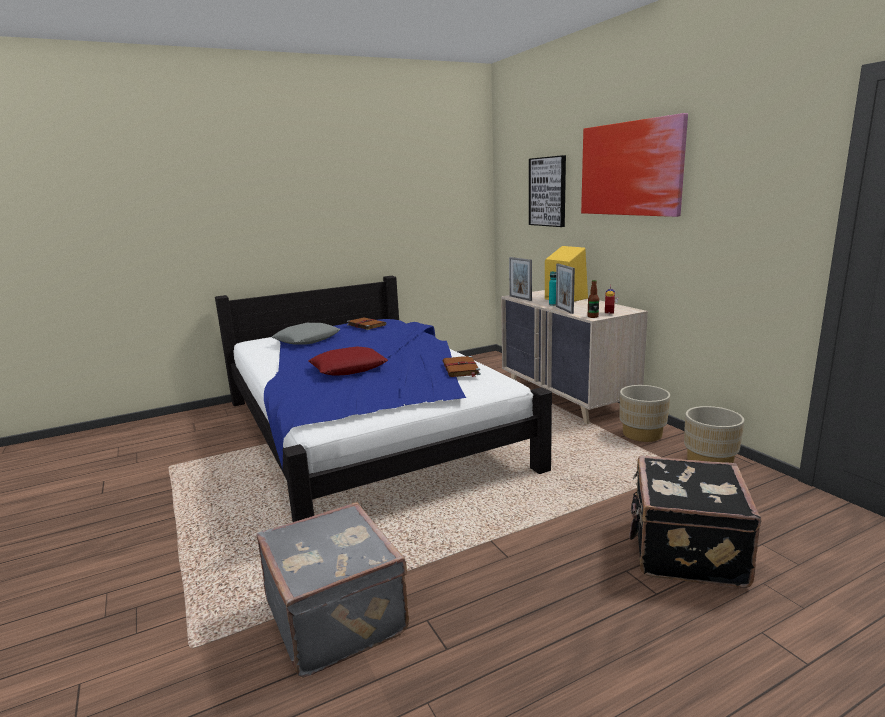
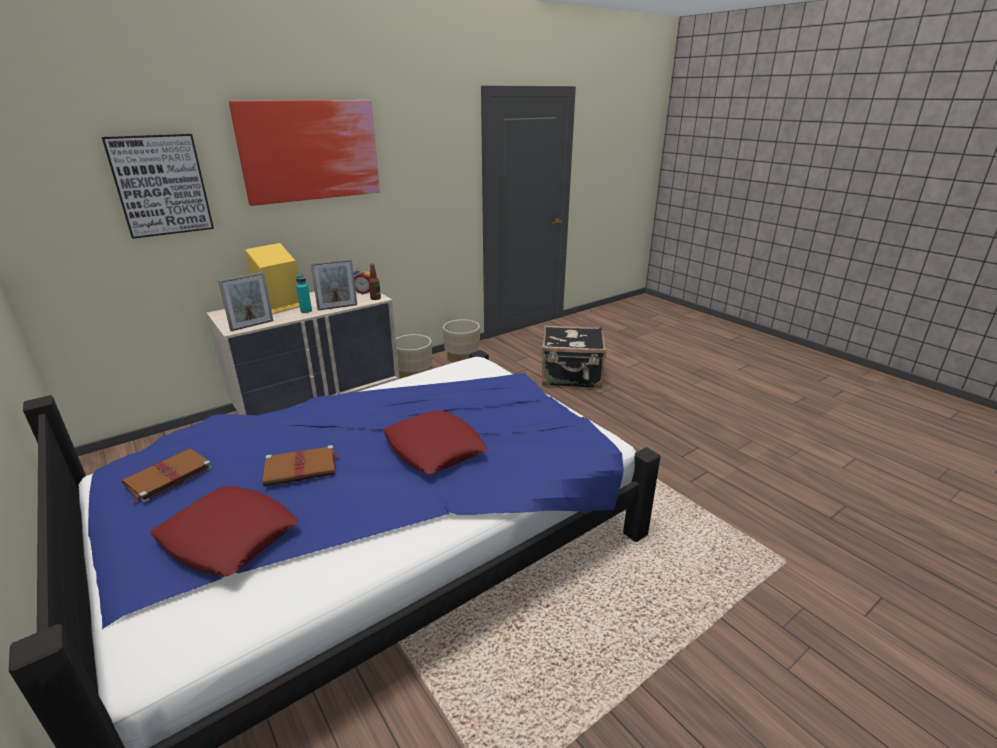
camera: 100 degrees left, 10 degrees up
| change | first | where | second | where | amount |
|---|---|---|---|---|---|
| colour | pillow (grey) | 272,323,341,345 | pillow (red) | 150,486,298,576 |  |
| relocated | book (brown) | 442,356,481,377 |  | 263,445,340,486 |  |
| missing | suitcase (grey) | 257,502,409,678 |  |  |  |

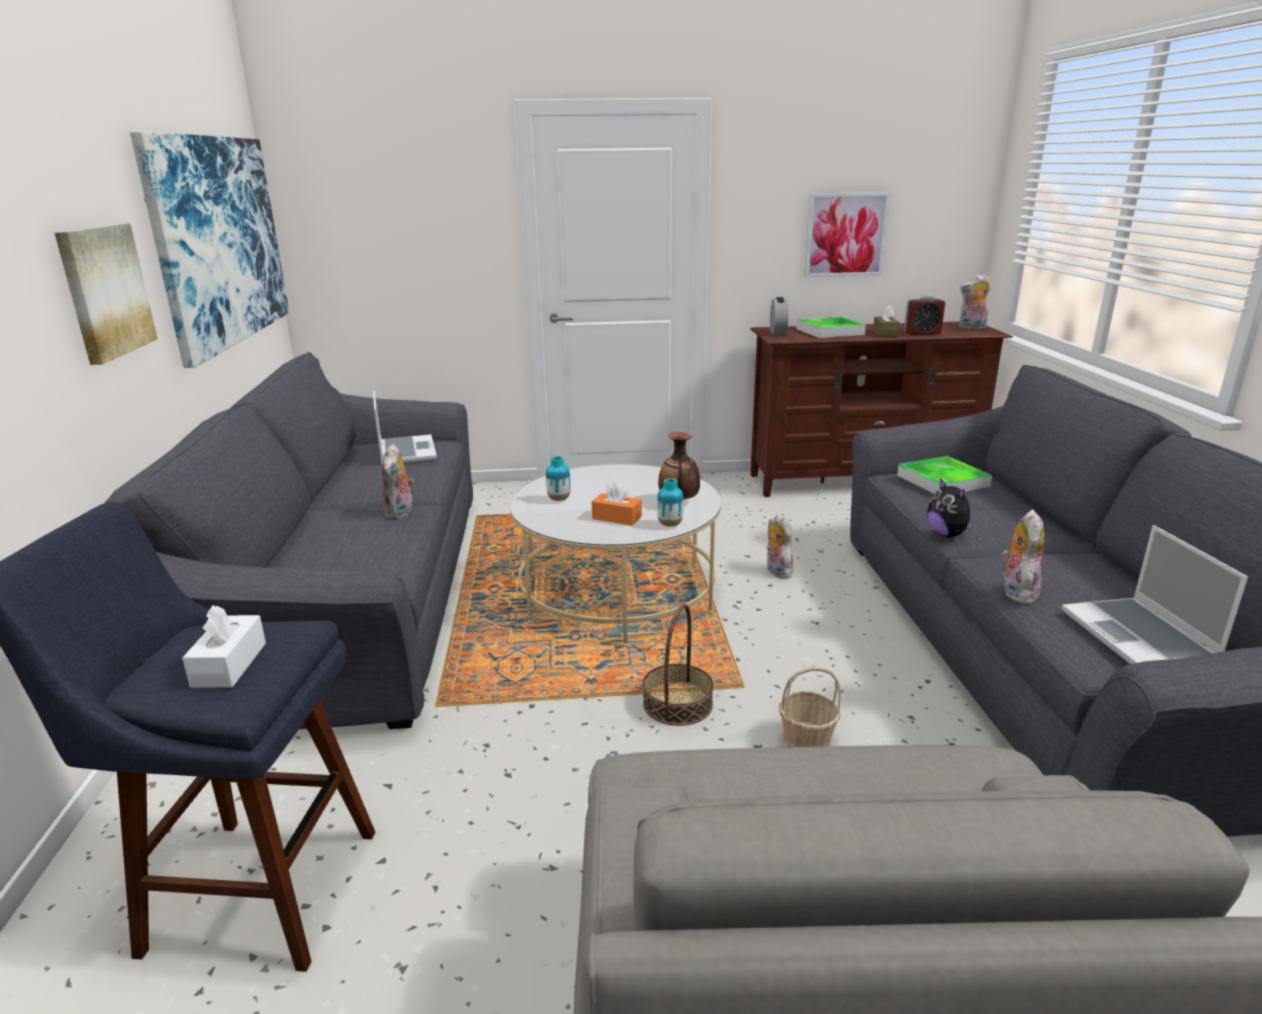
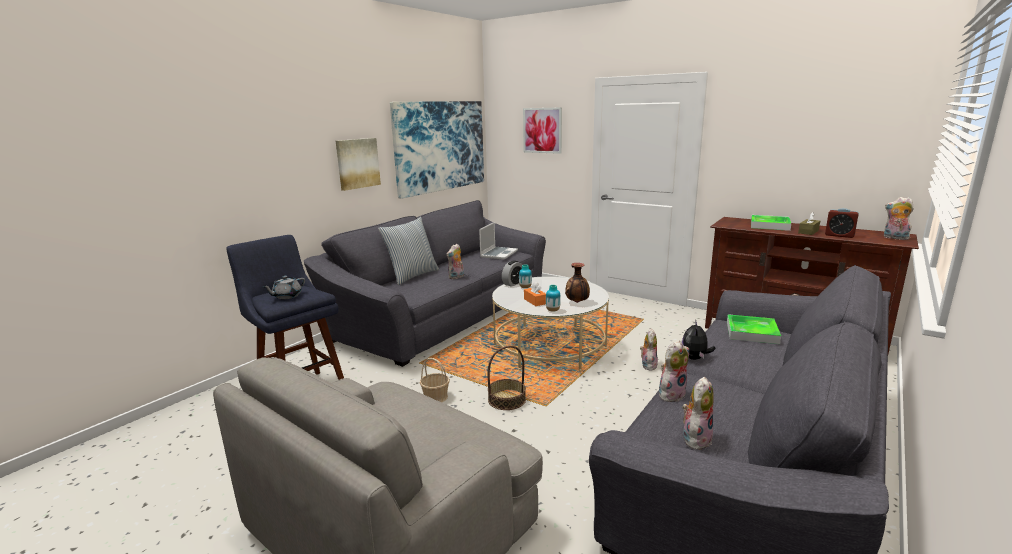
camera: 40 degrees right, 5 degrees down
| change | first | where | second | where | amount |
|---|---|---|---|---|---|
| exchanged | tissue box (white) | 182,605,266,688 | teapot (grey) | 263,276,305,299 |  |
| appeared |  |  | pillow | 378,217,439,285 |  |
| relocated | basket | 779,666,841,747 |  | 420,358,450,403 |  |
| relocated | alarm clock | 770,297,788,335 |  | 502,260,522,287 |  |
| relocated | picture | 804,192,891,277 |  | 523,107,562,154 |  |
| exchanged | laptop | 1061,525,1248,664 | plush toy | 682,377,714,450 |  |

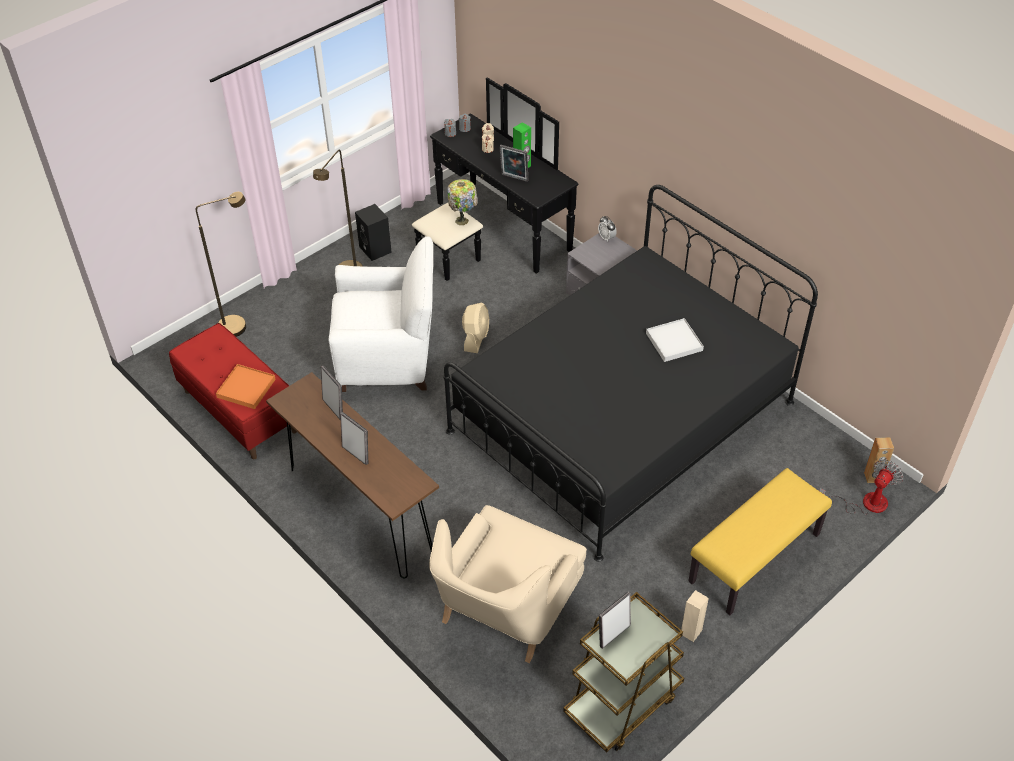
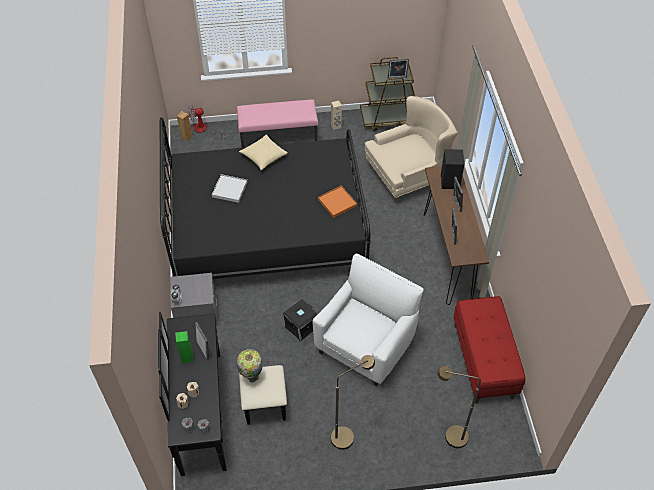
camera: 145 degrees left, 5 degrees up
| change | first | where | second | where | amount |
|---|---|---|---|---|---|
| colour | bench (yellow) | 688,468,832,615 | bench (pink) | 237,100,318,148 |  |
| appeared |  |  | pillow | 239,135,288,171 |  |
| exchanged | fan (beige) | 462,302,489,353 | storage box (black) | 283,300,318,342 |  |
| spun | armchair (white) | 328,236,433,392 |  | 312,253,424,387 | 90 degrees clockwise |
| relocated | tray (orange) | 216,364,276,409 |  | 318,186,357,218 |  |
| relocated | speaker (black) | 355,204,392,261 |  | 441,149,464,189 |  |

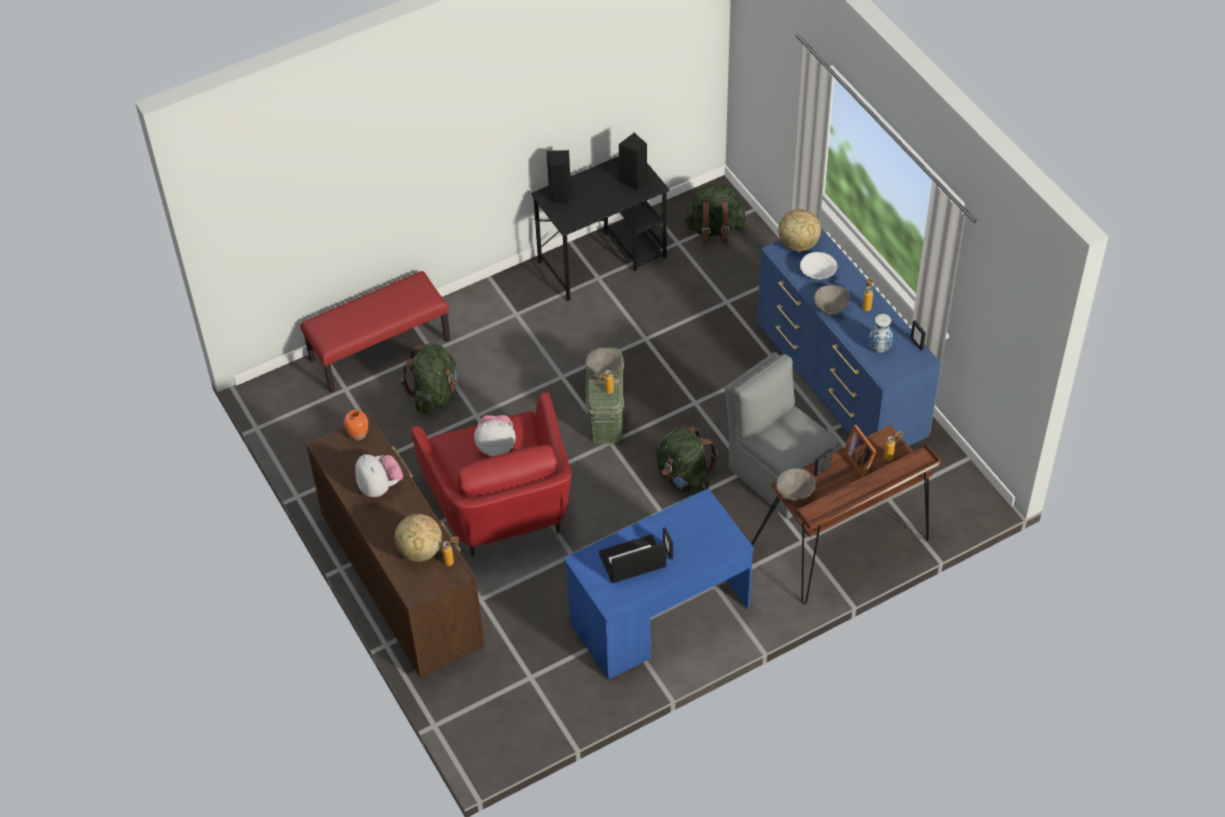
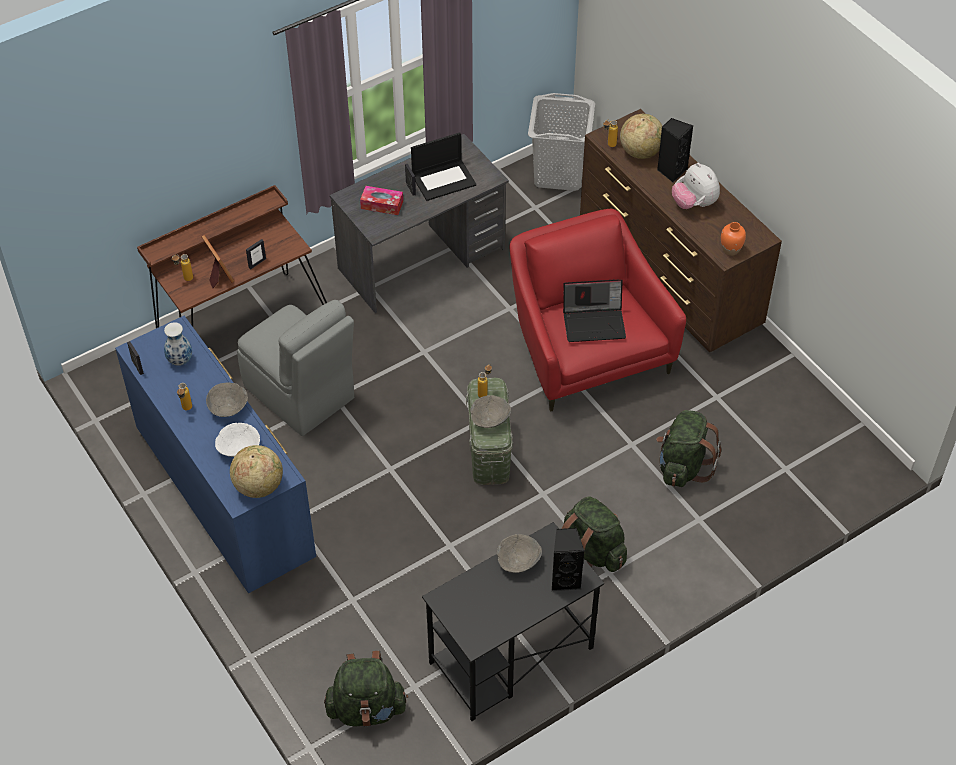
camera: 175 degrees right, 0 degrees up
| change | first | where | second | where | amount |
|---|---|---|---|---|---|
| colour | desk (blue) | 564,488,754,680 | desk (grey) | 330,134,509,313 |  |
| appeared |  |  | tissue box | 360,186,403,215 |  |
| relocated | bowl (grey) | 776,468,815,500 |  | 497,534,542,573 |  |
| appeared |  |  | laundry basket (grey) | 528,93,595,191 |  |
| relocated | backpack (green) | 656,426,718,496 |  | 562,496,627,572 |  |
| exchanged | plush toy | 474,415,516,456 | laptop | 563,279,626,342 |  |
| relocated | speaker (black) | 619,133,647,191 |  | 657,118,693,183 |  |
| missing | bench (red) | 300,271,450,393 |  |  |  |

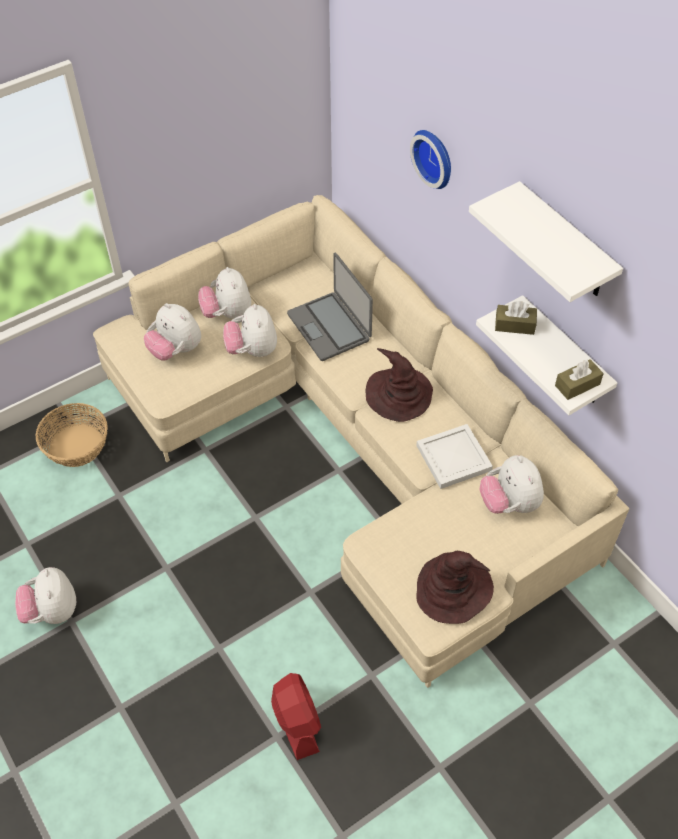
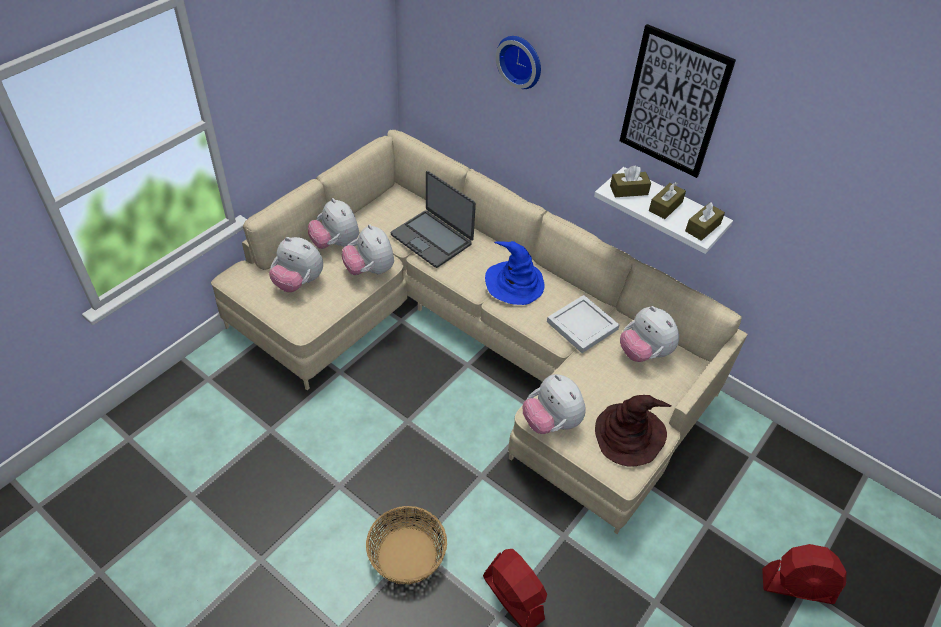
camera: 20 degrees left, 5 degrees down
| change | first | where | second | where | amount |
|---|---|---|---|---|---|
| relocated | basket | 36,403,108,467 |  | 366,506,447,585 |  |
| colour | hat (brown) | 366,348,433,422 | hat (blue) | 485,241,545,305 |  |
| relocated | plush toy | 15,567,76,624 |  | 523,374,586,434 |  |
| exchanged | shelf (white) | 469,181,623,302 | picture | 620,24,736,178 |  |
| appeared |  |  | tissue box (brown) | 649,182,686,219 |  |
| appeared |  |  | fan (red) | 762,544,847,604 |  |

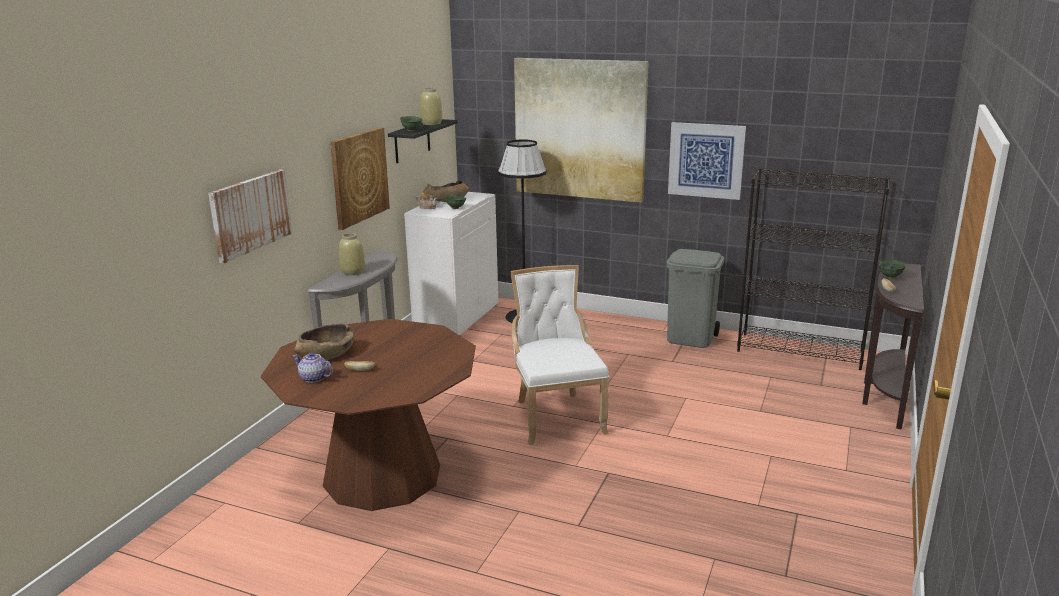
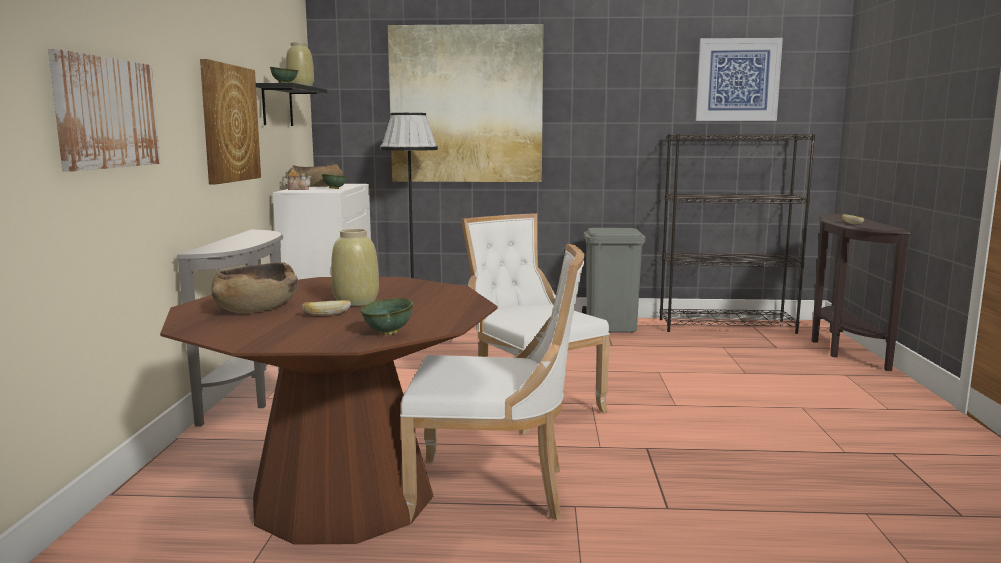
camera: 20 degrees left, 10 degrees down
| change | first | where | second | where | amount |
|---|---|---|---|---|---|
| relocated | vase (beige) | 339,233,365,275 |  | 331,229,379,306 |  |
| relocated | bowl (green) | 878,260,906,278 |  | 360,298,413,335 |  |
| appeared |  |  | chair (white) | 400,244,585,523 |  |
| relocated | picture | 668,122,746,200 |  | 696,38,783,121 |  |
| missing | teapot | 293,352,333,383 |  |  |  |

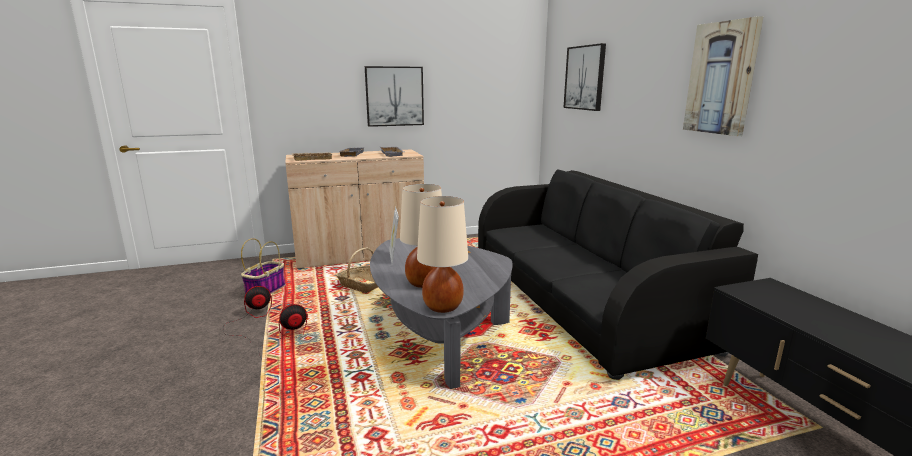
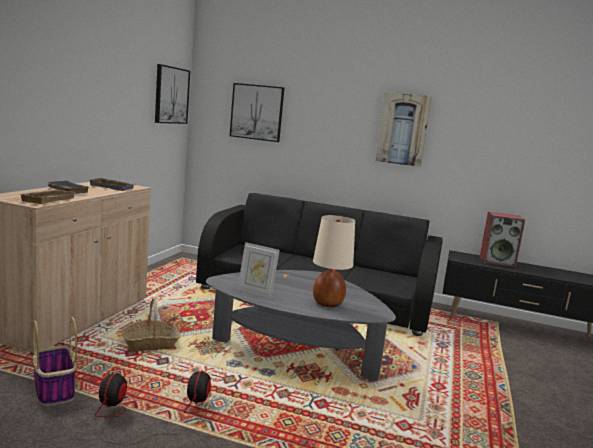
camera: 55 degrees left, 5 degrees down
| change | first | where | second | where | amount |
|---|---|---|---|---|---|
| relocated | picture | 365,66,424,127 |  | 155,64,190,124 |  |
| appeared |  |  | speaker | 480,212,525,268 |  |
| missing | table lamp (beige) | 417,196,468,313 |  |  |  |

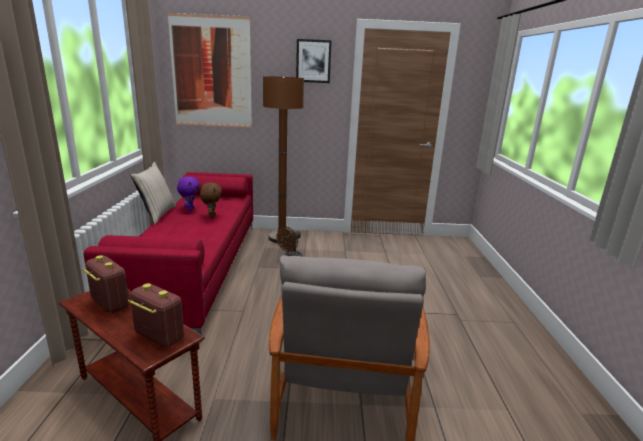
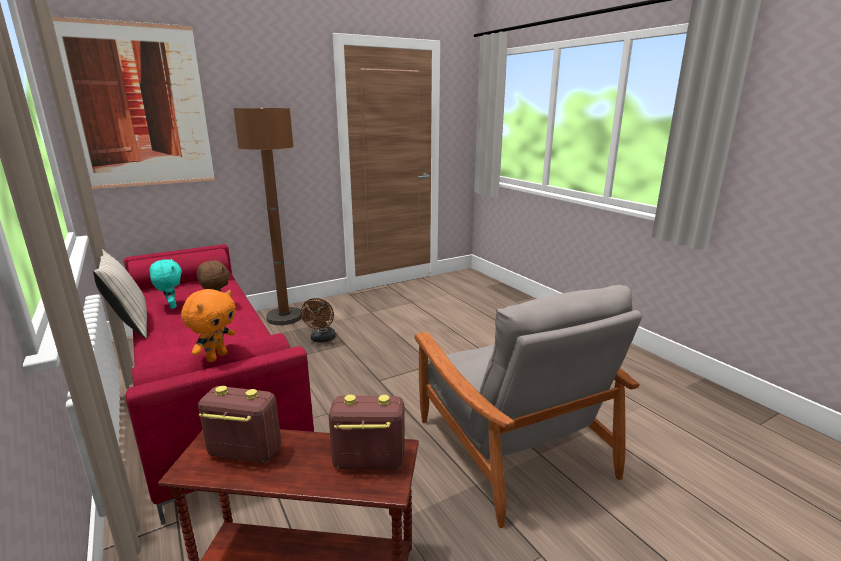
camera: 30 degrees left, 0 degrees up
| change | first | where | second | where | amount |
|---|---|---|---|---|---|
| colour | plush toy (purple) | 177,176,200,211 | plush toy (turquoise) | 150,258,182,309 |  |
| appeared |  |  | plush toy (orange) | 181,289,236,362 |  |
| missing | picture | 296,39,332,83 |  |  |  |

